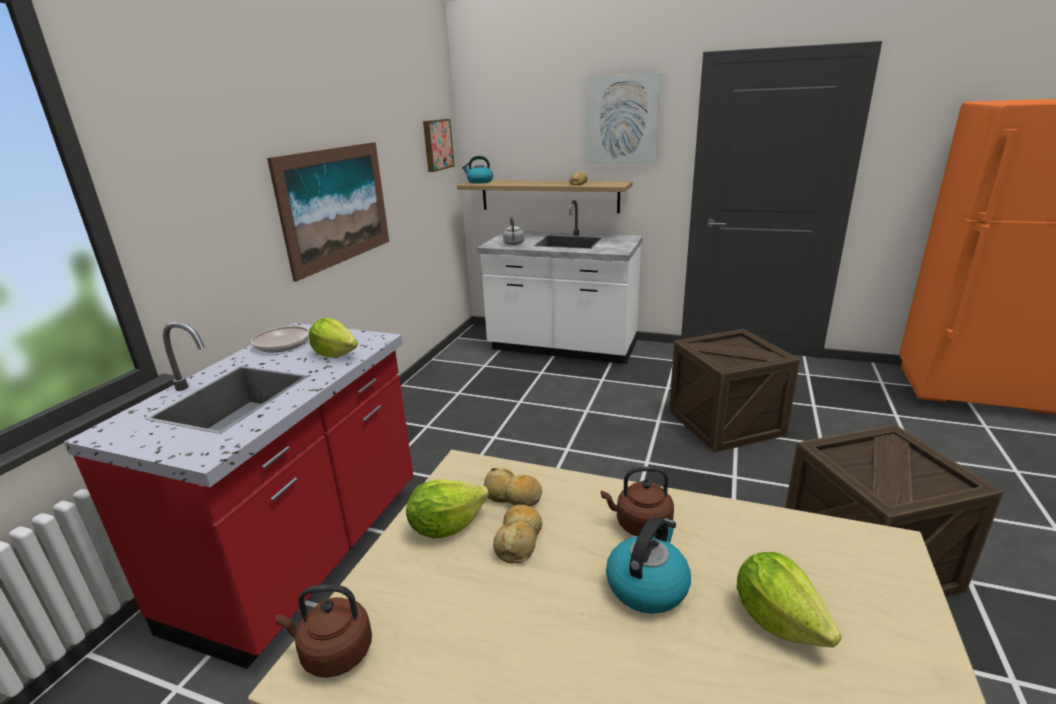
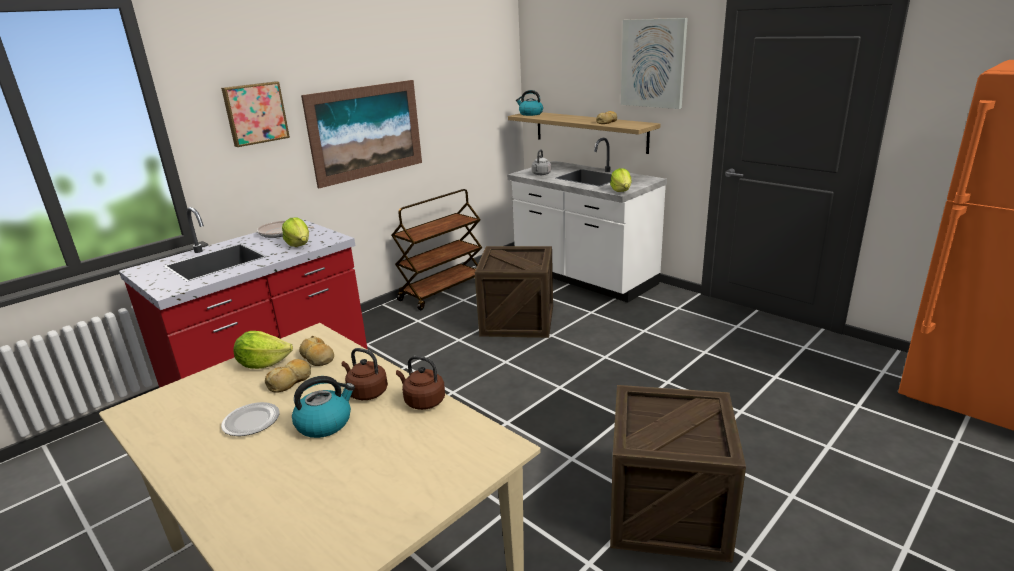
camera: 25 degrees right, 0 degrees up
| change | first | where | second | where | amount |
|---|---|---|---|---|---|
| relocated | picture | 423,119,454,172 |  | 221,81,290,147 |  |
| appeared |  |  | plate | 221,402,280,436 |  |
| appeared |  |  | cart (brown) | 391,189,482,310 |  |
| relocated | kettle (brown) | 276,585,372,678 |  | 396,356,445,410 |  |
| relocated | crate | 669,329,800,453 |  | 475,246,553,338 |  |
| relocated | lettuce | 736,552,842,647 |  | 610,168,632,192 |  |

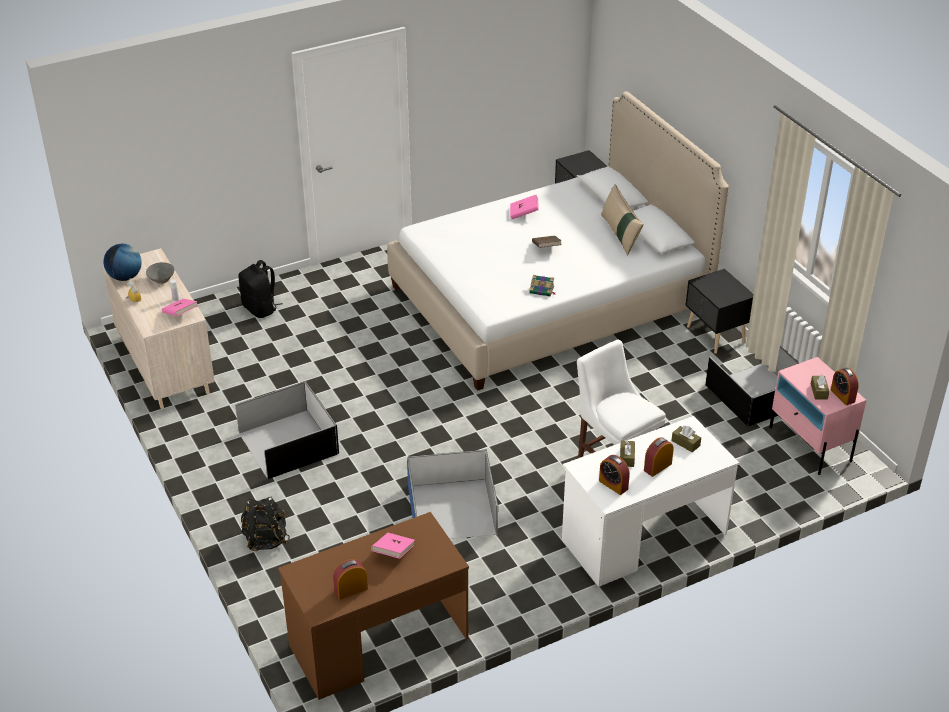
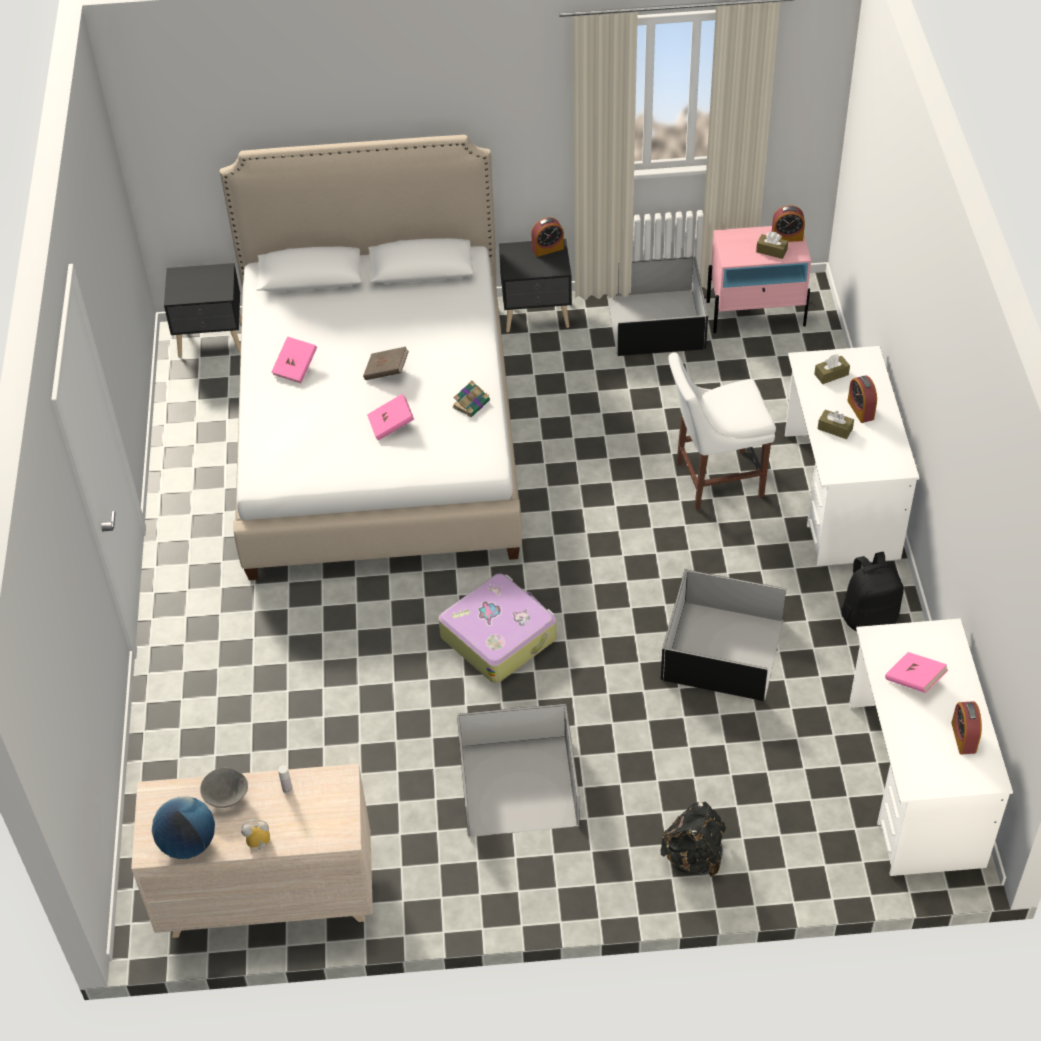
camera: 65 degrees left, 10 degrees up
| change | first | where | second | where | amount |
|---|---|---|---|---|---|
| relocated | book (pink) | 162,299,198,316 |  | 367,394,414,440 |  |
| appeared |  |  | suitcase | 439,573,557,683 |  |
| relocated | alarm clock | 599,455,630,495 |  | 531,217,564,257 |  |
| colour | storage box (blue) | 407,449,498,539 | storage box (black) | 661,569,787,701 |  |
| relocated | backpack (black) | 238,260,282,318 |  | 841,552,904,631 |  |
| colour | desk (brown) | 278,512,469,700 | desk (white) | 849,618,1013,876 |  |
| missing | pillow (beige) | 601,184,644,255 |  |  |  |

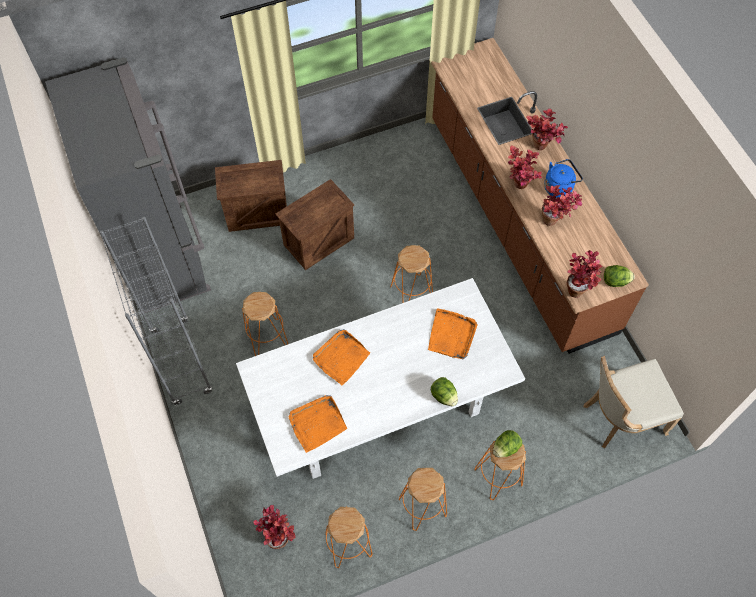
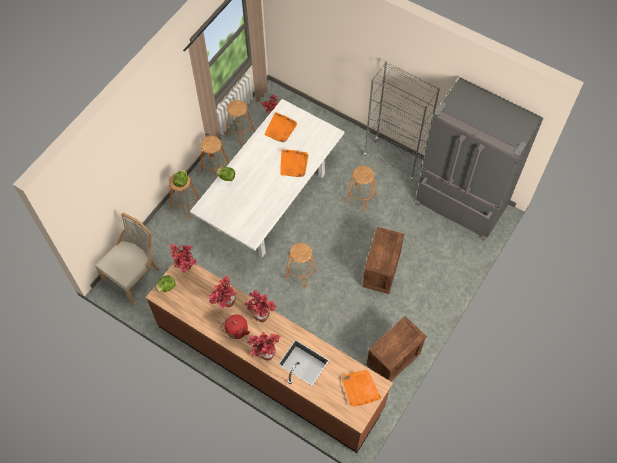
camera: 145 degrees right, 0 degrees up
| change | first | where | second | where | amount |
|---|---|---|---|---|---|
| colour | kettle (blue) | 544,159,583,198 | kettle (red) | 220,314,250,339 |  |
| relocated | tray (orange) | 428,308,478,359 |  | 342,370,382,407 |  |
| relocated | crate | 215,160,287,232 |  | 367,316,427,381 |  |

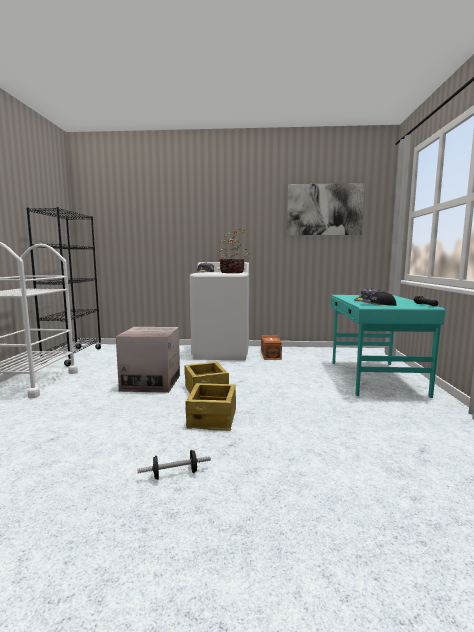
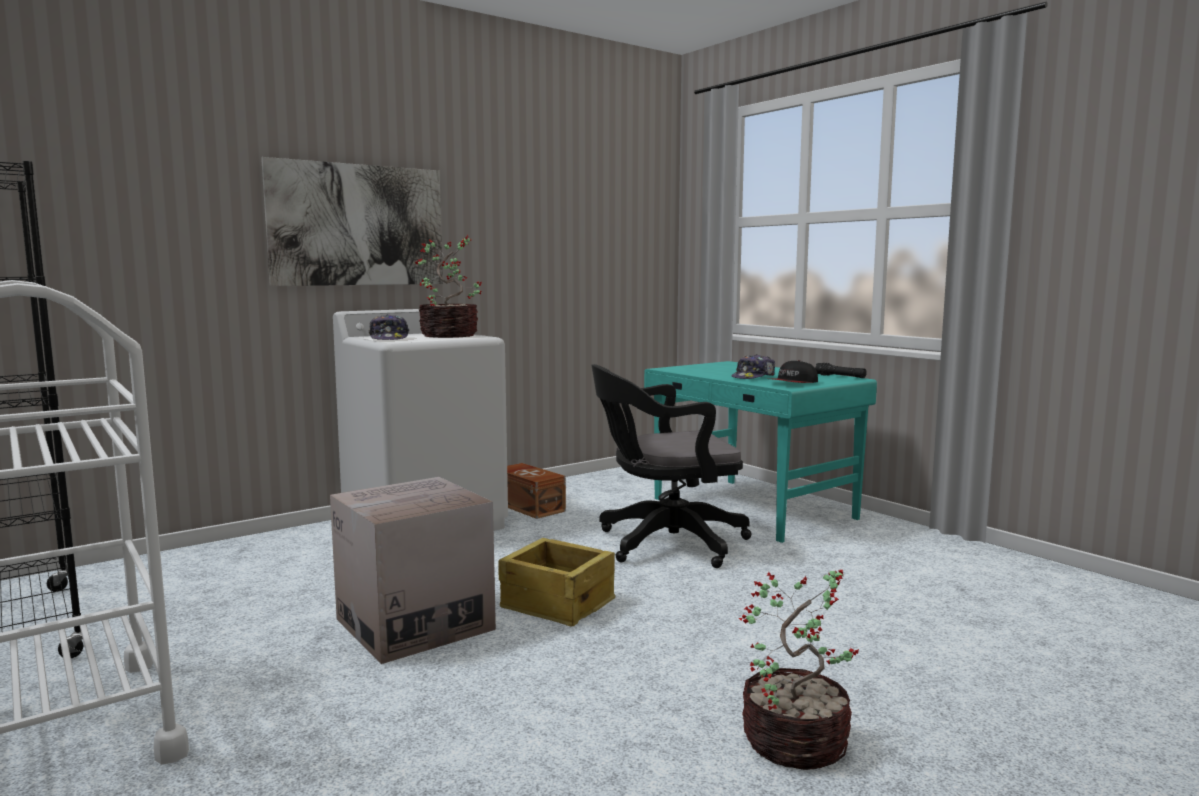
camera: 40 degrees left, 0 degrees up
| change | first | where | second | where | amount |
|---|---|---|---|---|---|
| relocated | picture | 287,183,365,235 |  | 261,157,443,286 |  |
| appeared |  |  | office chair (black) | 591,364,752,568 |  |
| exchanged | dumbbell | 137,450,211,480 | potted plant | 739,570,859,770 |  |
| missing | crate | 186,383,236,431 |  |  |  |

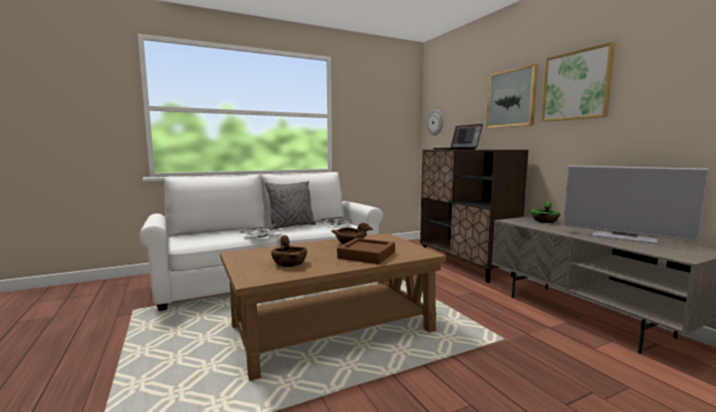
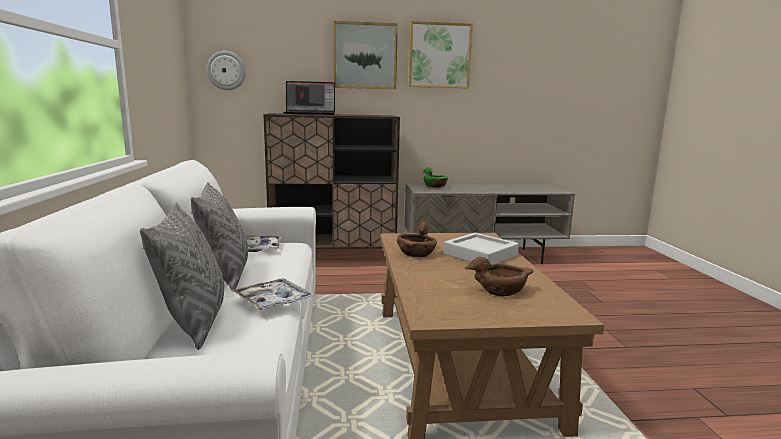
camera: 70 degrees left, 5 degrees up
| change | first | where | second | where | amount |
|---|---|---|---|---|---|
| appeared |  |  | pillow (grey) | 140,203,224,350 |  |
| colour | tray (brown) | 337,238,395,264 | tray (grey) | 443,233,519,265 |  |
| missing | television | 563,166,709,244 |  |  |  |

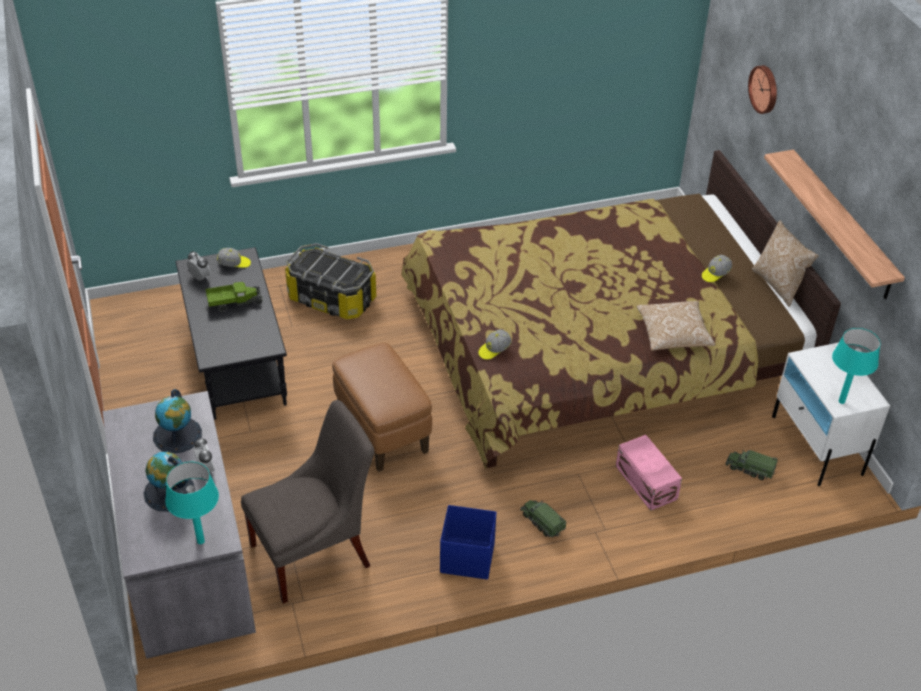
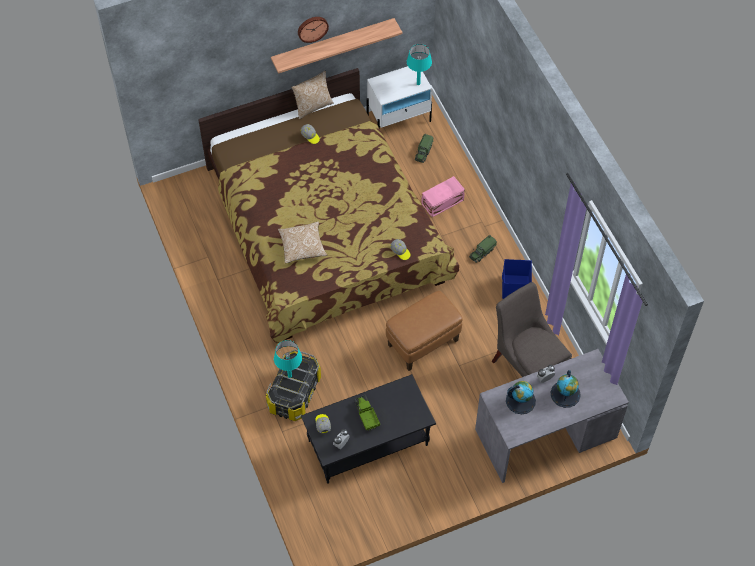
camera: 95 degrees left, 15 degrees up
| change | first | where | second | where | amount |
|---|---|---|---|---|---|
| relocated | table lamp (turquoise) | 165,462,219,544 |  | 274,340,302,378 |  |
| relocated | pillow | 637,301,715,351 |  | 278,221,327,264 |  |
| relocated | wall clock | 748,65,777,114 |  | 298,17,329,43 |  |

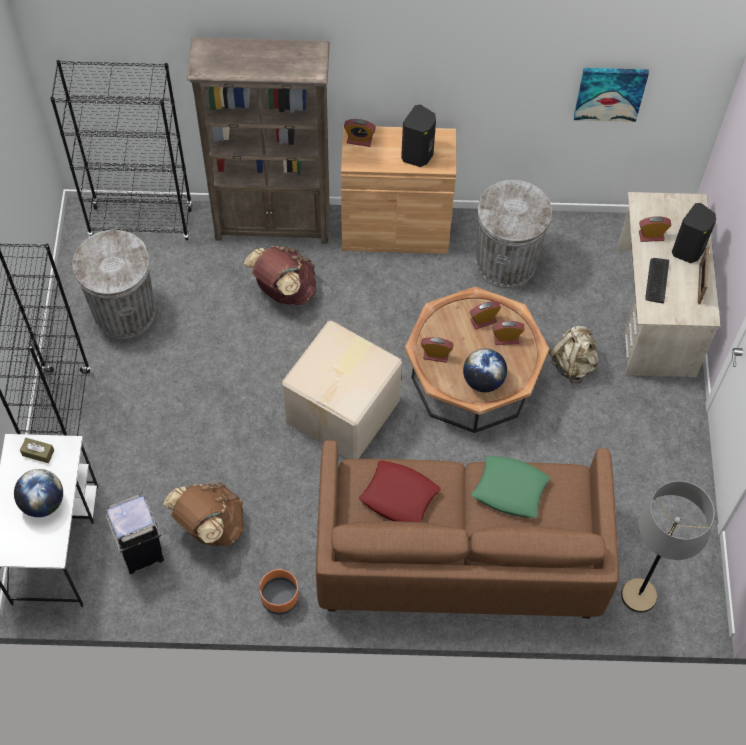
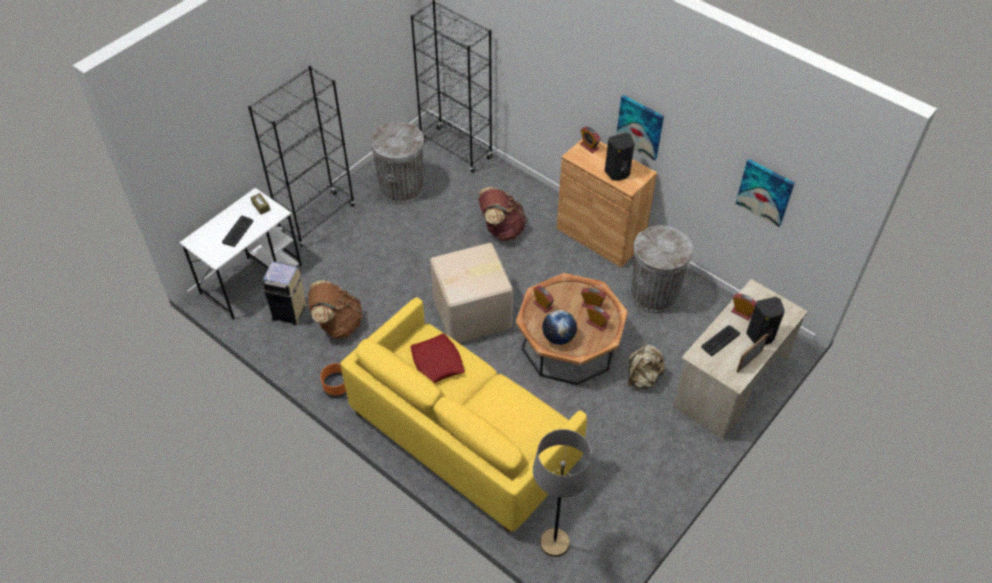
camera: 40 degrees right, 10 degrees down
| change | first | where | second | where | amount |
|---|---|---|---|---|---|
| exchanged | globe | 14,469,63,517 | keyboard | 222,215,253,247 |  |
| colour | sofa (brown) | 316,440,619,618 | sofa (yellow) | 340,297,587,532 |  |
| appeared |  |  | picture | 616,95,664,161 |  |
| missing | bookcase (brown) | 187,37,330,244 |  |  |  |
| missing | pillow (green) | 471,455,550,518 |  |  |  |

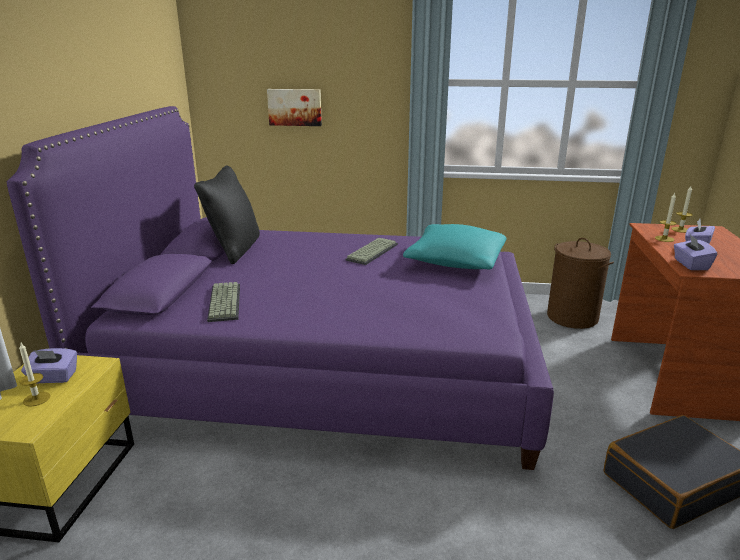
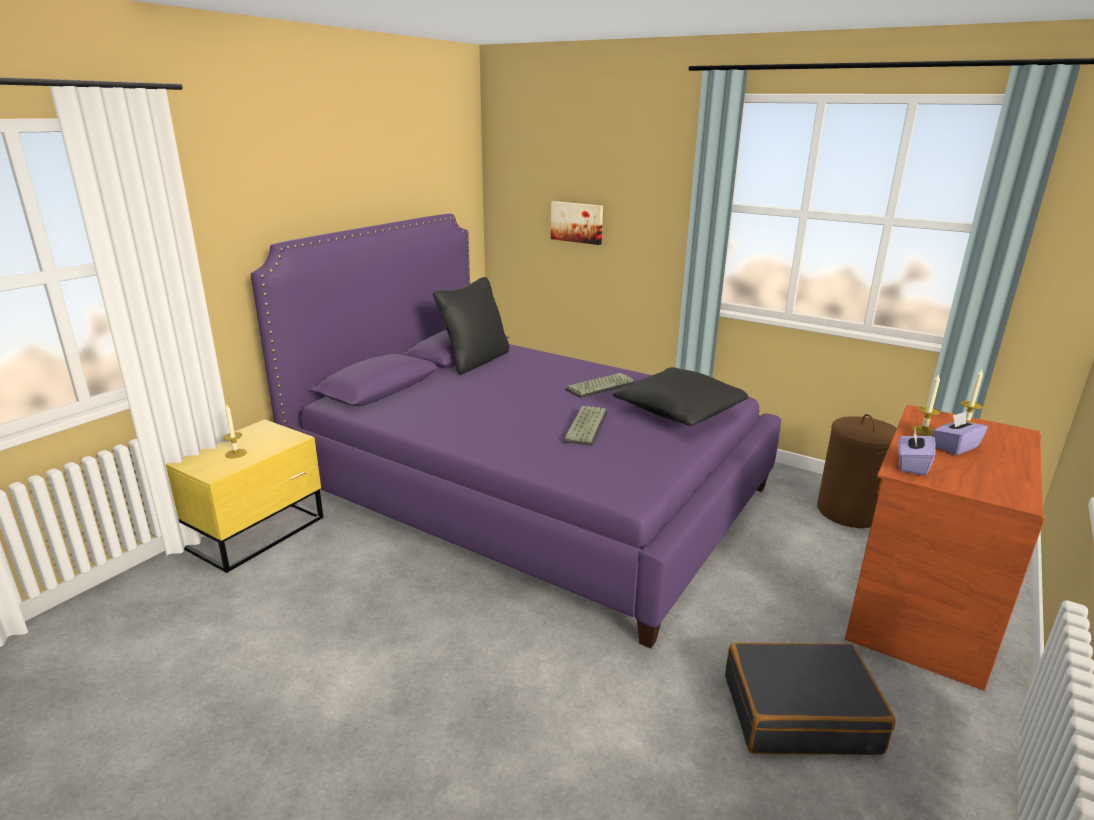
camera: 25 degrees right, 0 degrees up
| change | first | where | second | where | amount |
|---|---|---|---|---|---|
| relocated | keyboard | 207,282,240,322 |  | 563,406,608,446 |  |
| colour | pillow (turquoise) | 403,224,507,270 | pillow (black) | 613,367,748,426 |  |
| missing | tissue box (purple) | 21,348,77,383 |  |  |  |

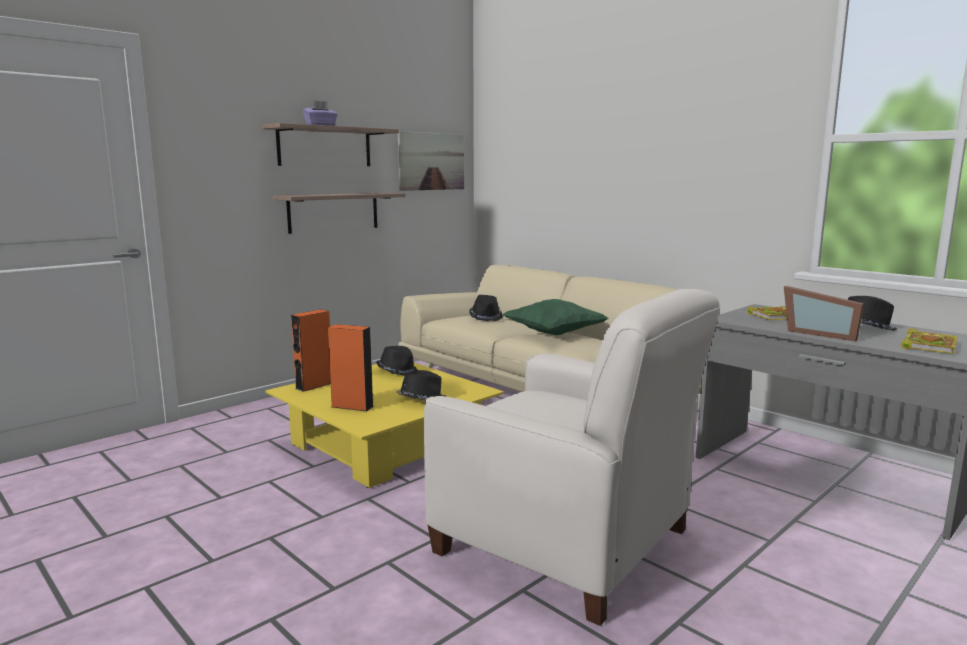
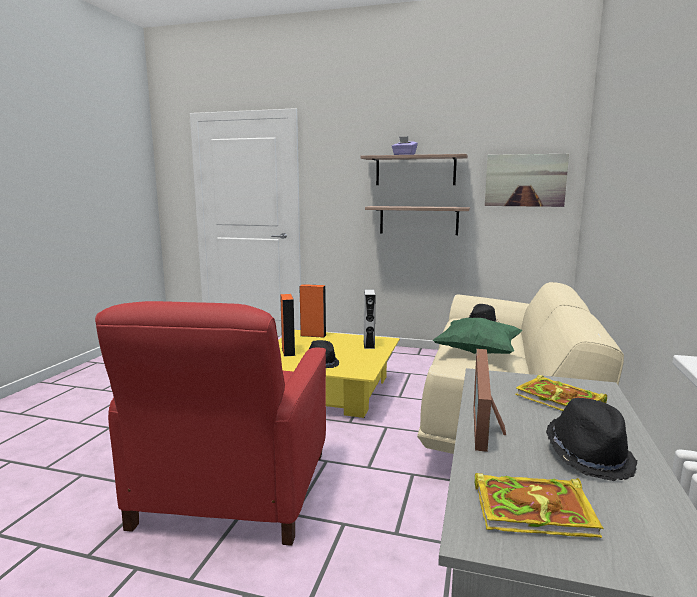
camera: 60 degrees right, 0 degrees up
| change | first | where | second | where | amount |
|---|---|---|---|---|---|
| colour | armchair (white) | 424,289,720,626 | armchair (red) | 95,301,326,546 |  |
| exchanged | hat (black) | 376,346,418,376 | speaker (grey) | 364,289,375,349 |  |

